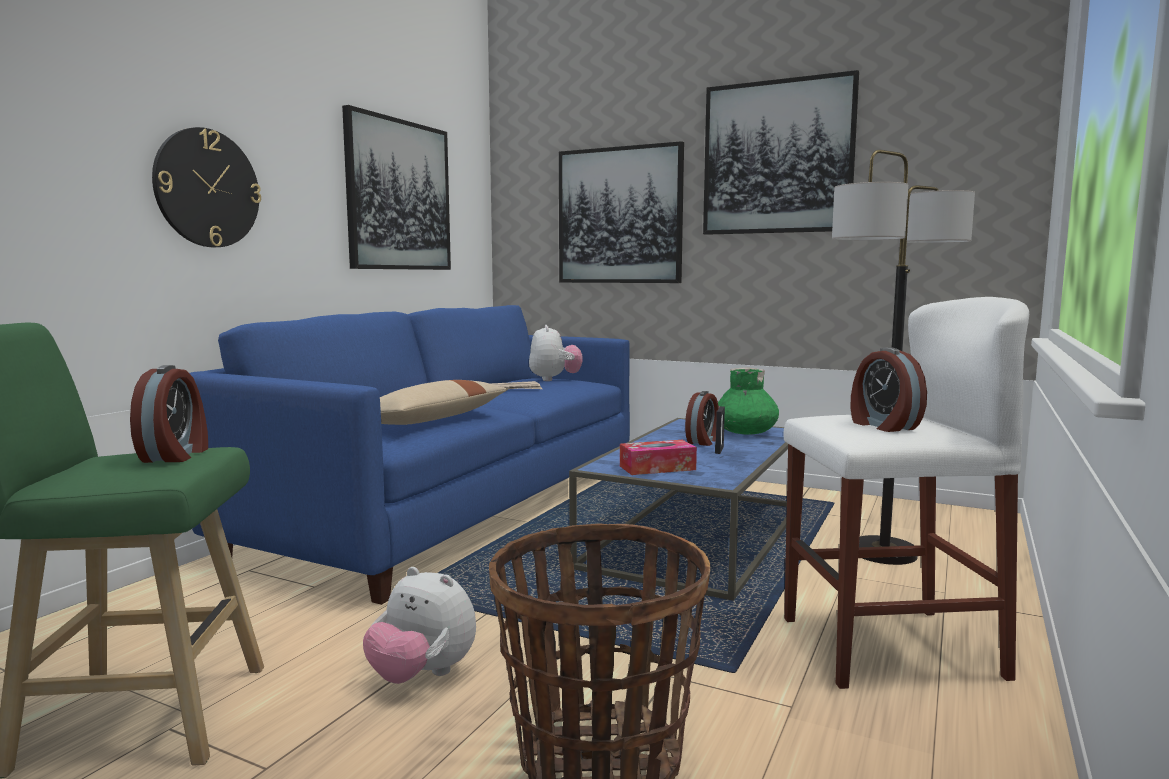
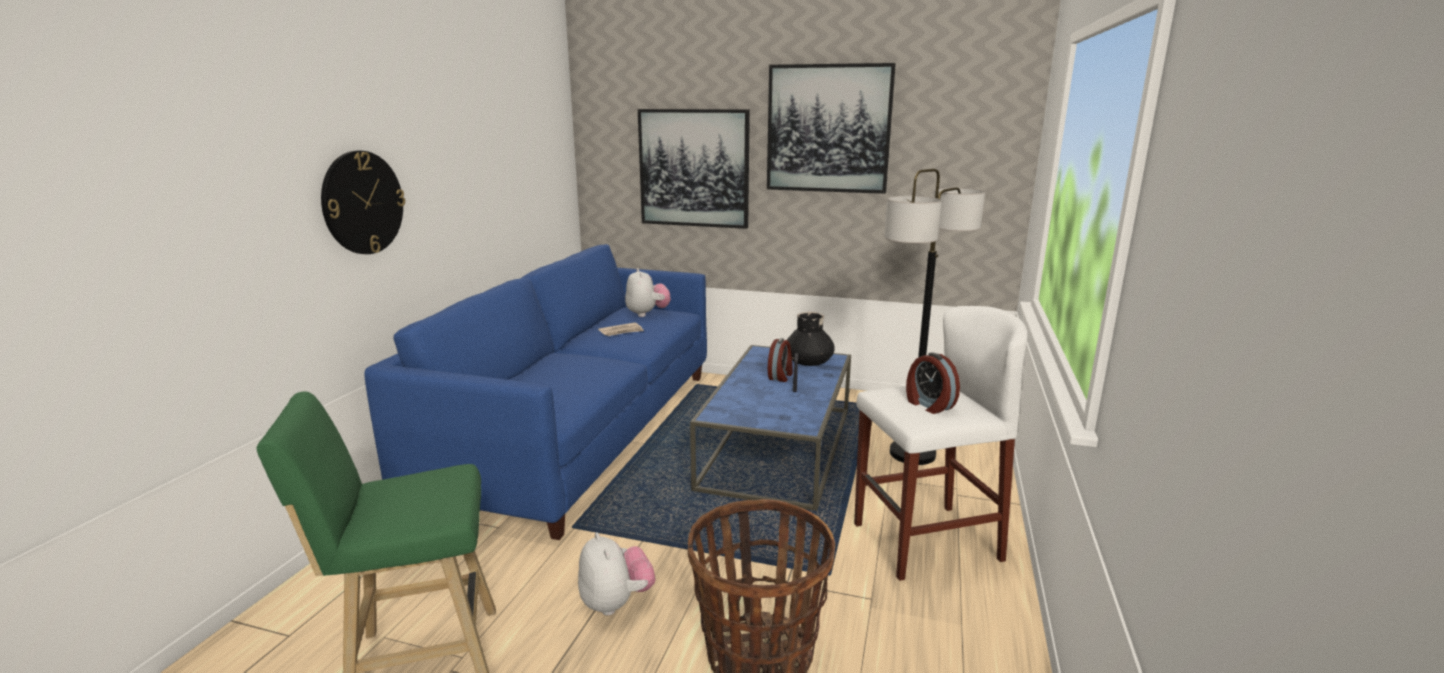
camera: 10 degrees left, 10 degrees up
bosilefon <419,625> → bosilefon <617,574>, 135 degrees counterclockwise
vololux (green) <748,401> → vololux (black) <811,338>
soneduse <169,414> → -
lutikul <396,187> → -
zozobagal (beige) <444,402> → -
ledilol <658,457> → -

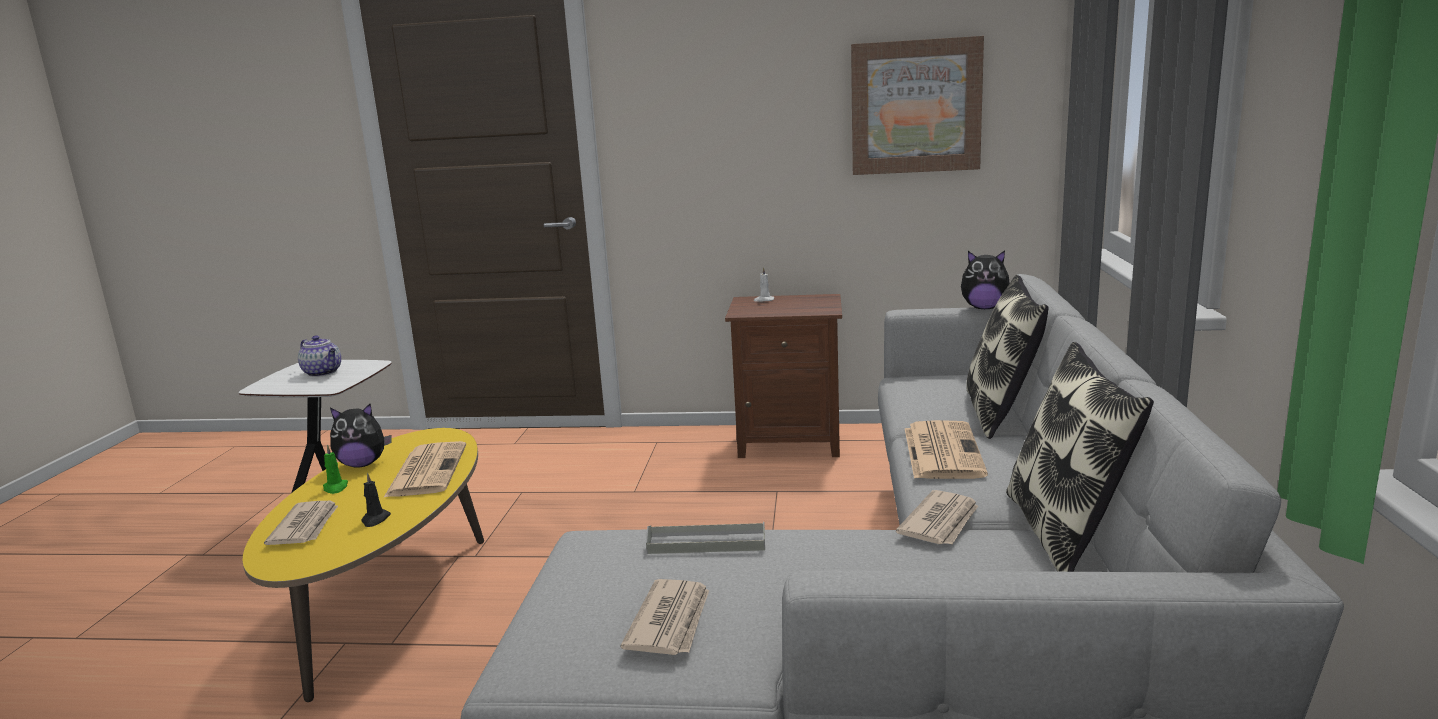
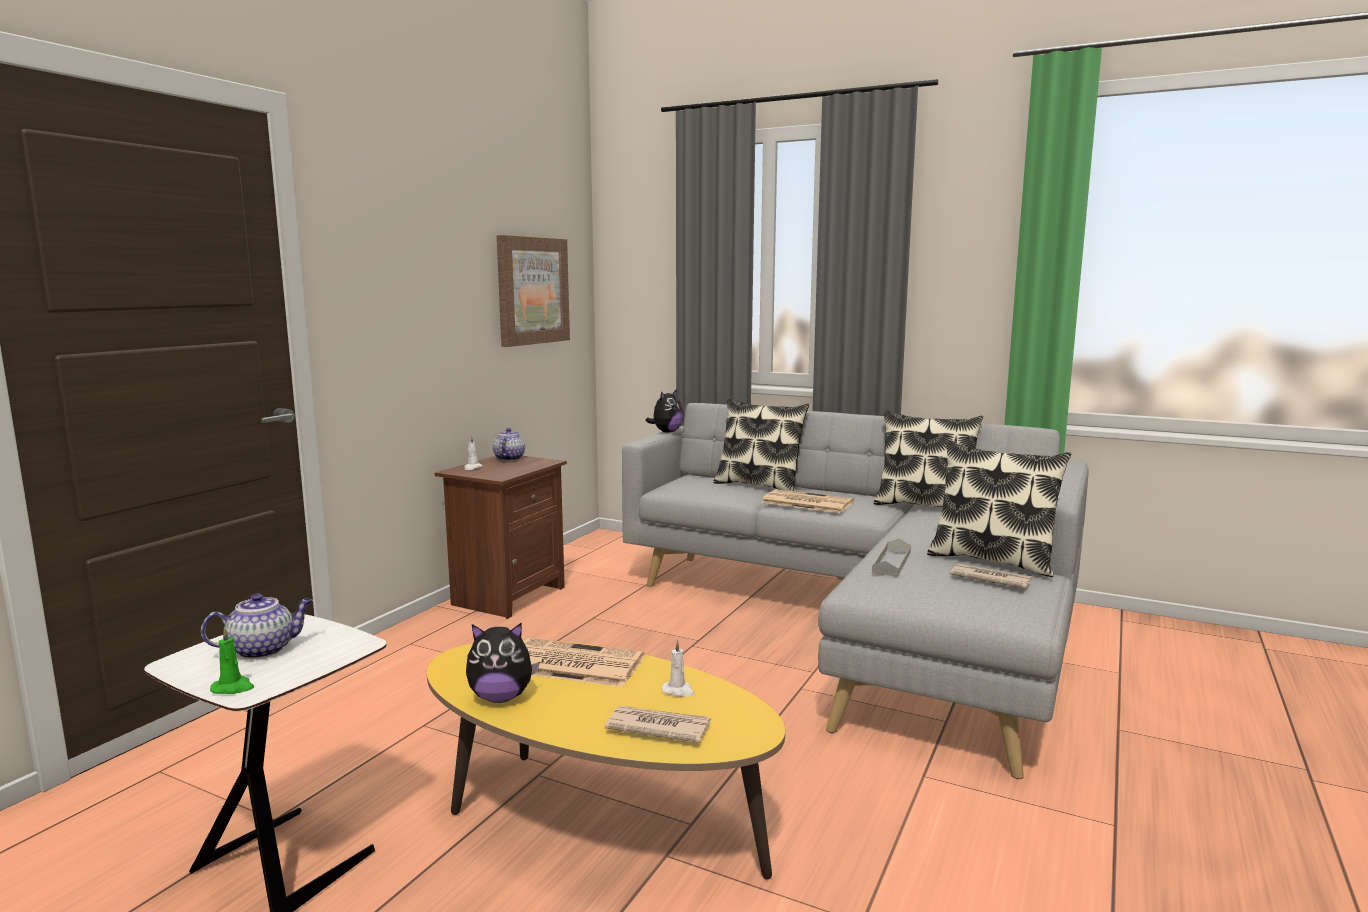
camera: 70 degrees left, 5 degrees down
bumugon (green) <335,469> → bumugon (green) <232,660>, shifted
bosilefon <361,436> → bosilefon <503,663>, 75 degrees clockwise
- → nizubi <509,444>
bumugon (black) <376,500> → bumugon (white) <678,668>
- → zozobagal <999,508>
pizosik <937,517> → -

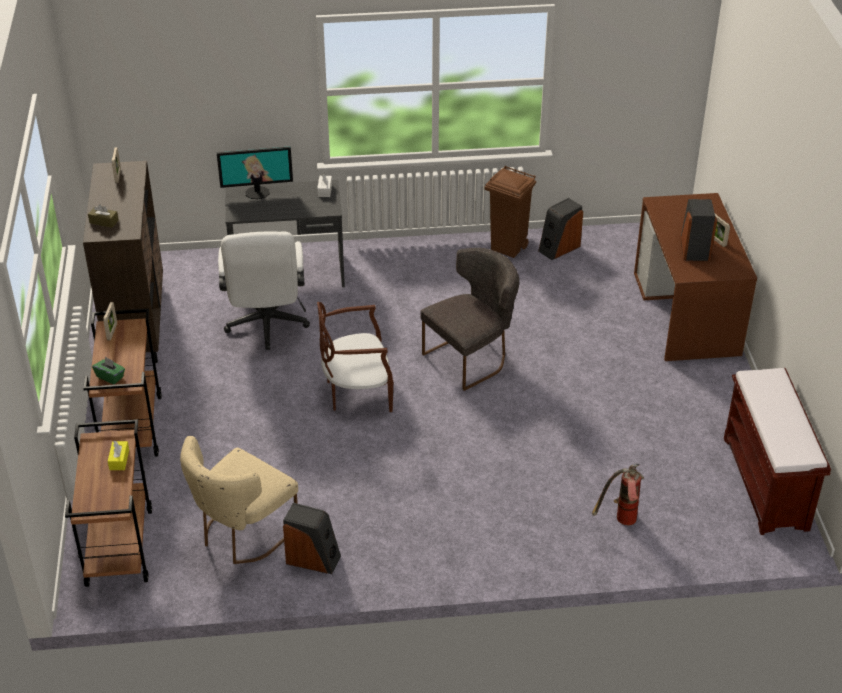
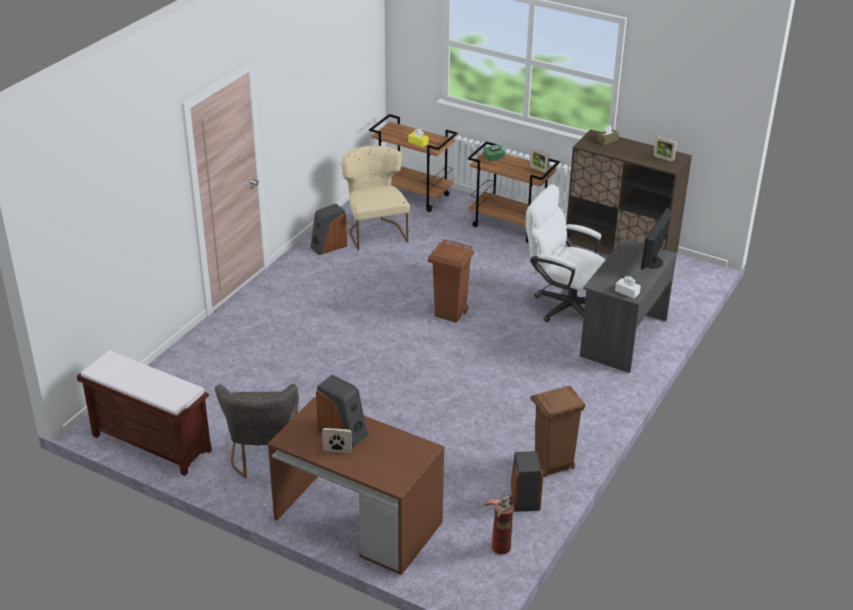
camera: 125 degrees right, 5 degrees down
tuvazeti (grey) <469,319> → tuvazeti (grey) <257,431>, shifted
tuvazeti (brown) <355,357> → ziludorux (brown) <451,281>
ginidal <618,494> → ginidal <498,524>, shifted

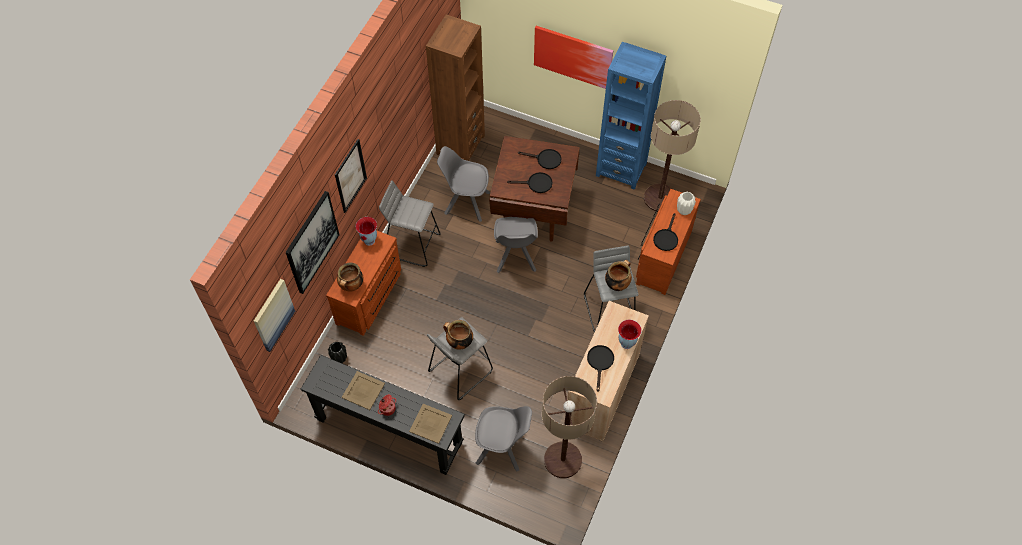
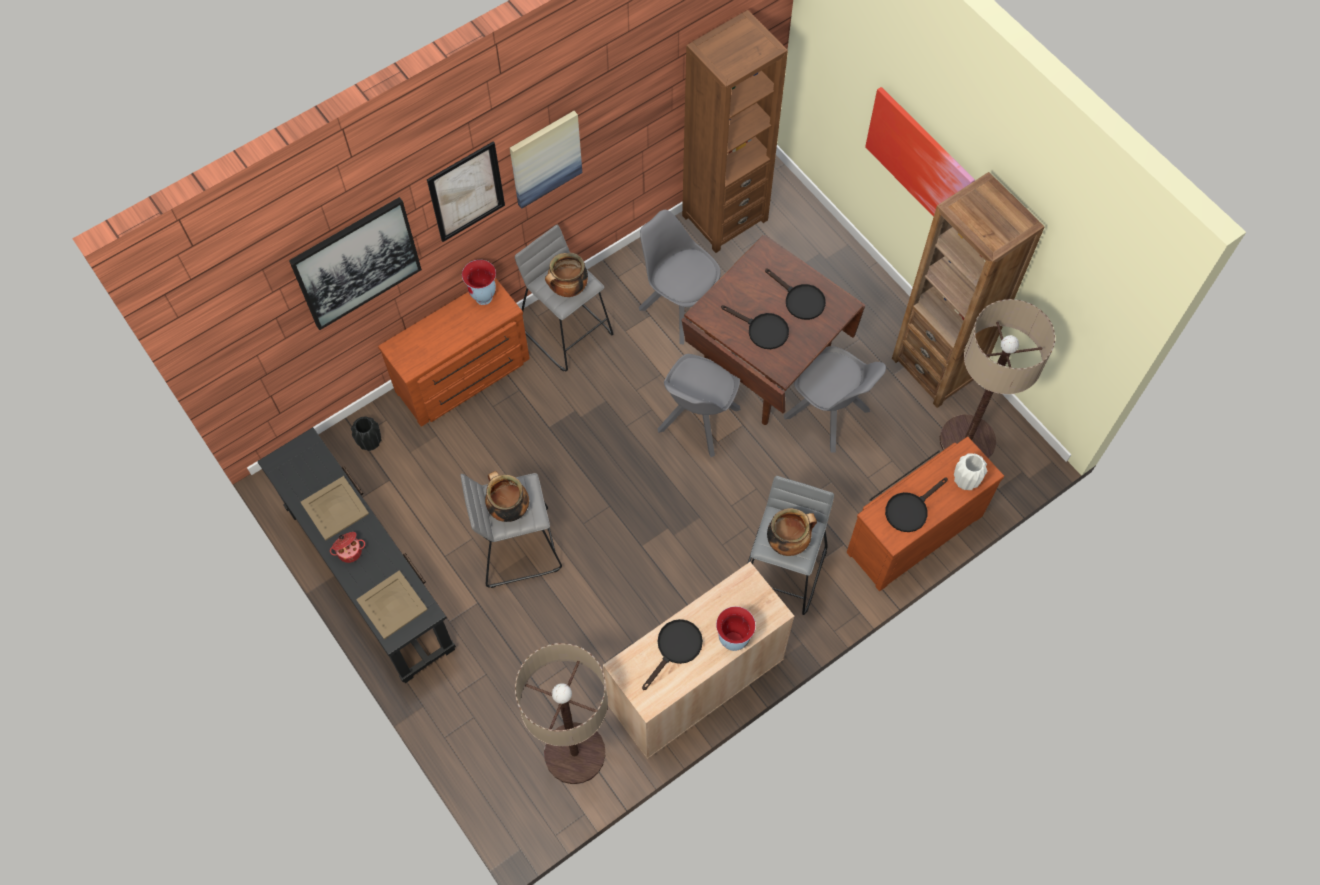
camera: 30 degrees right, 5 degrees up
lutikul <274,315> → lutikul <546,160>, shifted
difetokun <350,277> → difetokun <566,275>, shifted
tuvazeti (grey) <503,439> → tuvazeti (grey) <835,399>, shifted
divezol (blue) <631,116> → divezol (brown) <968,290>

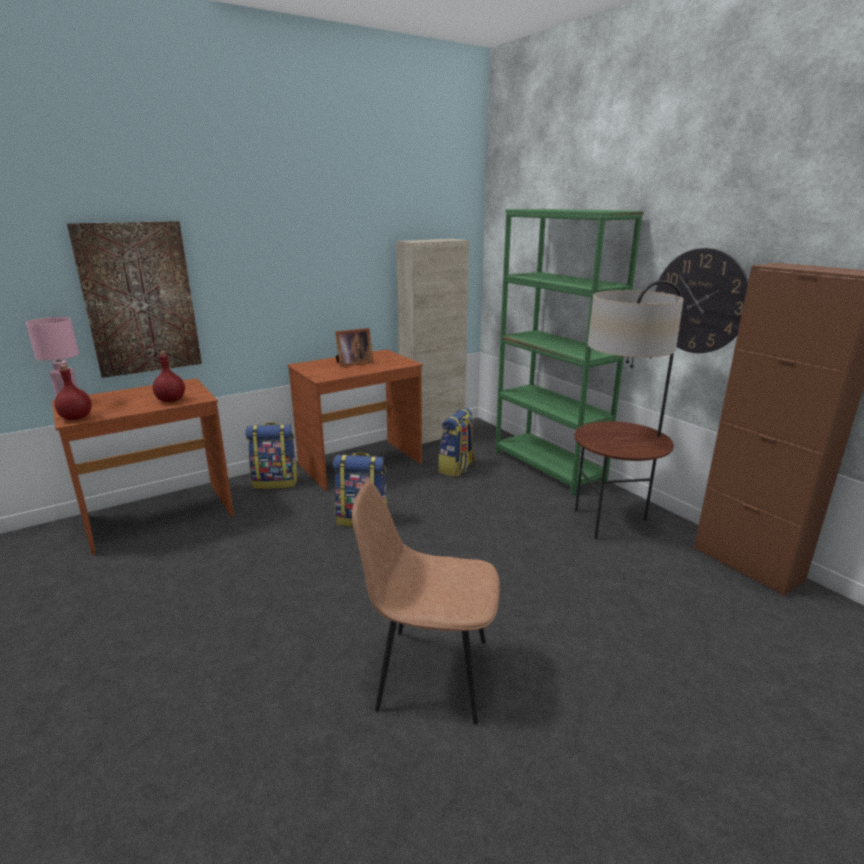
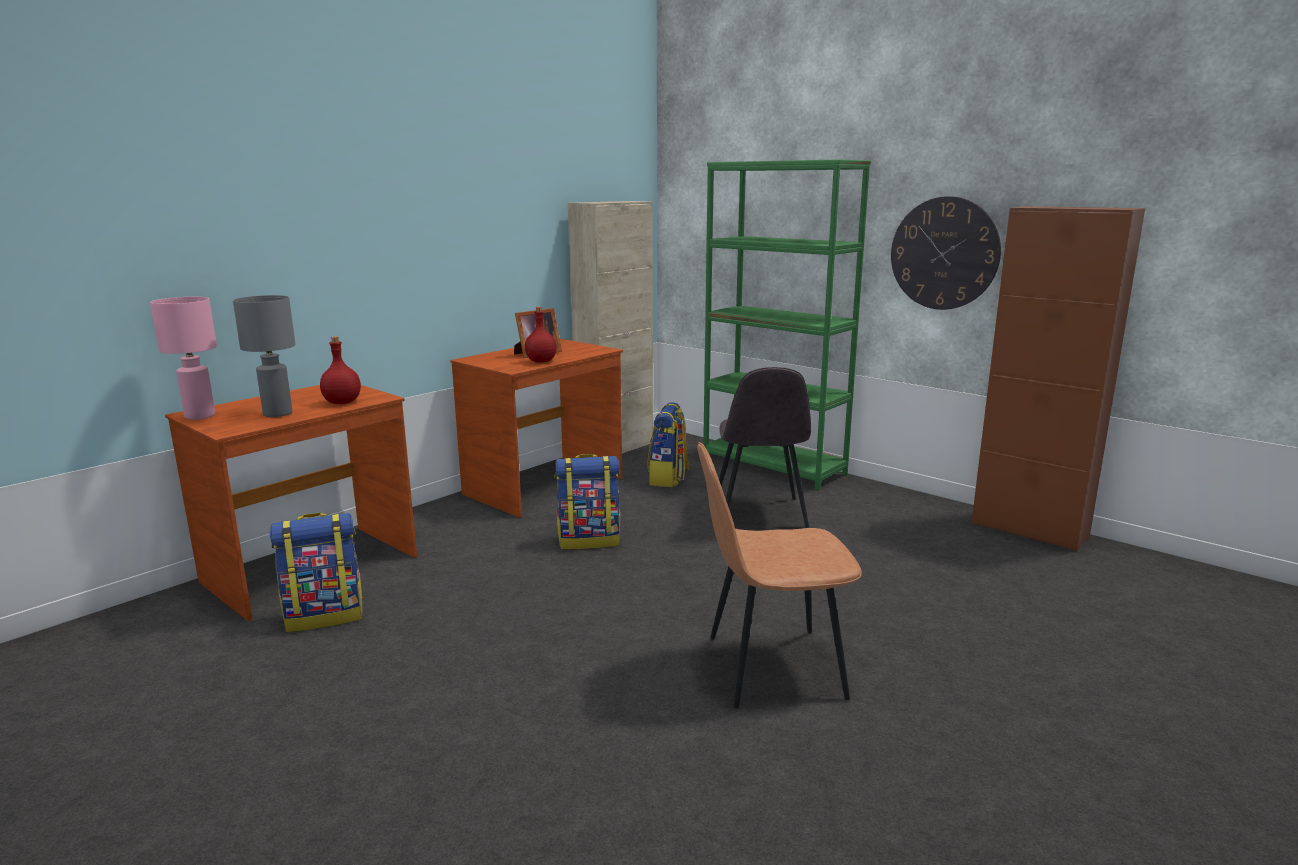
camera: 15 degrees left, 5 degrees down
- → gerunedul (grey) <264,356>
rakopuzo <271,456> → rakopuzo <316,572>, shifted
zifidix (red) <73,392> → zifidix (red) <541,335>, shifted
- → tuvazeti (grey) <765,447>
lutikul <134,299> → -
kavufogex <629,409> → -

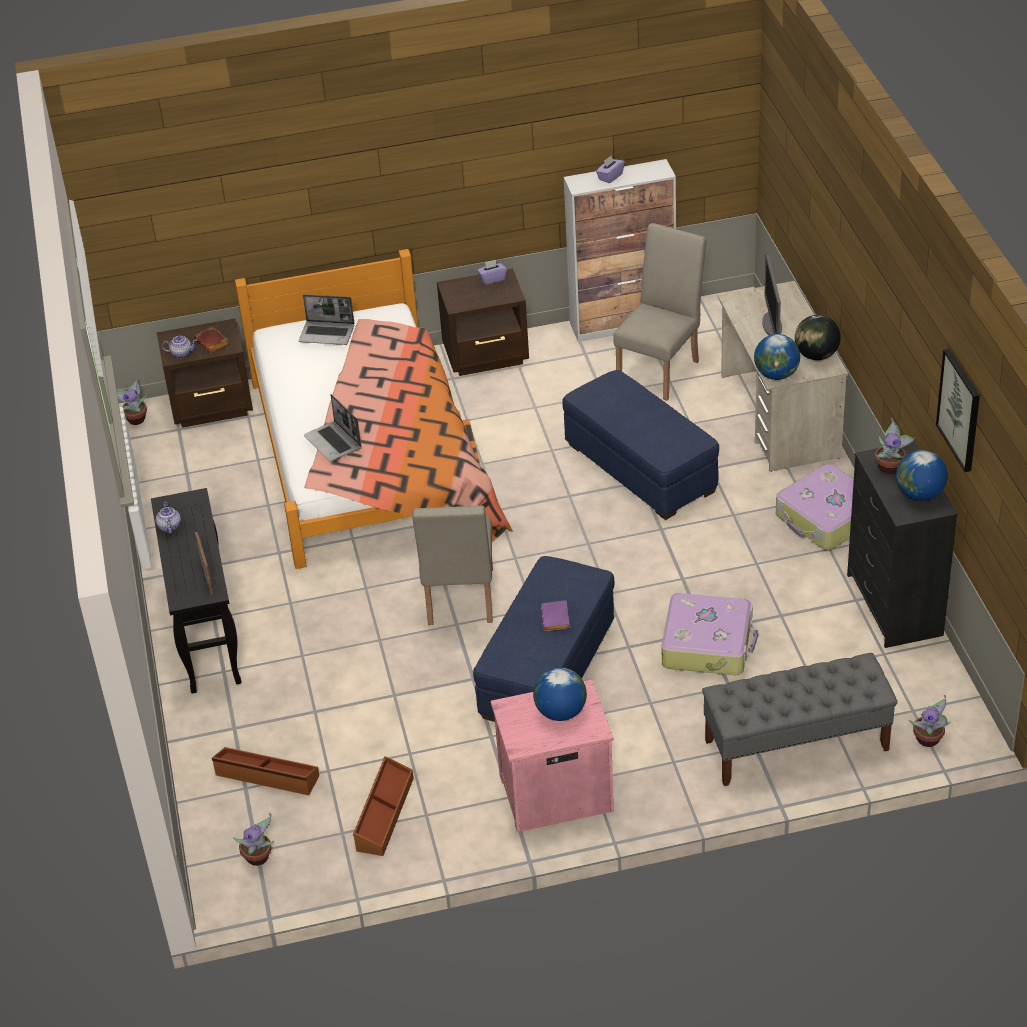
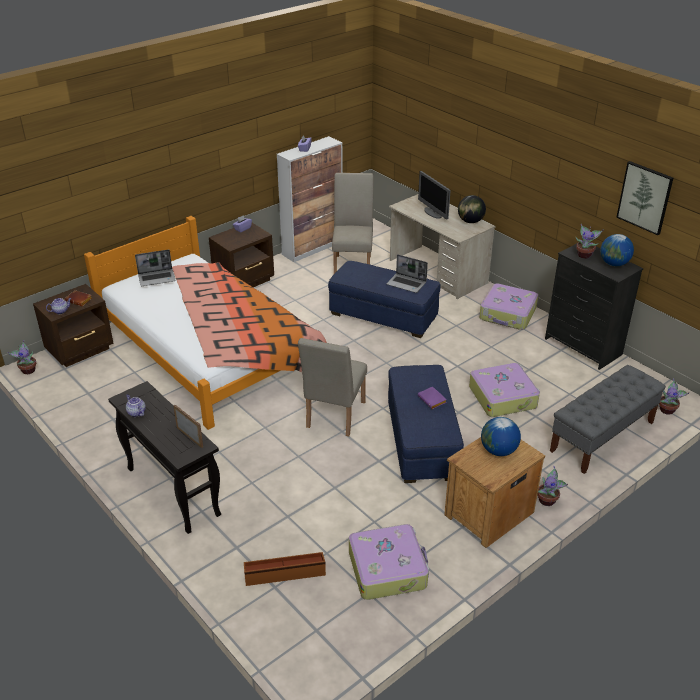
camera: 30 degrees left, 5 degrees down
tuvazeti (beige) <452,565> → tuvazeti (beige) <332,387>, 45 degrees clockwise
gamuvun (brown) <383,806> → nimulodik <389,562>
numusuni <333,428> → numusuni <407,273>, shifted
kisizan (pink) <552,756> → kisizan (brown) <494,492>
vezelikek <253,839> → vezelikek <552,486>, shifted
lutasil <777,357> → -

